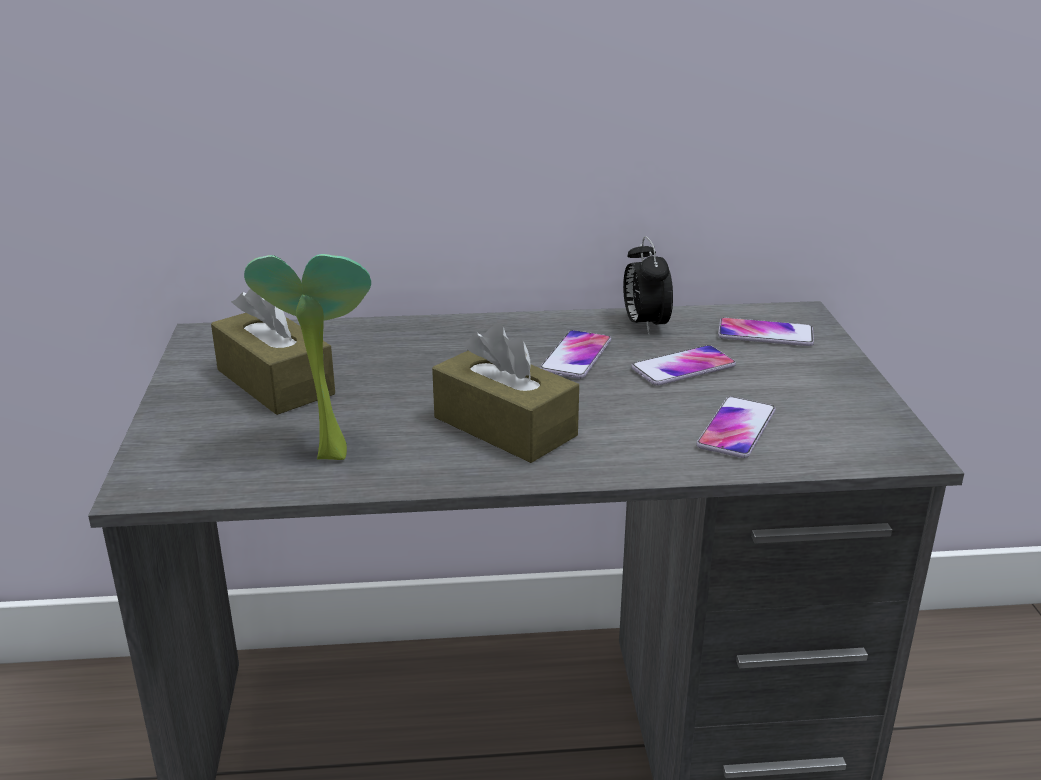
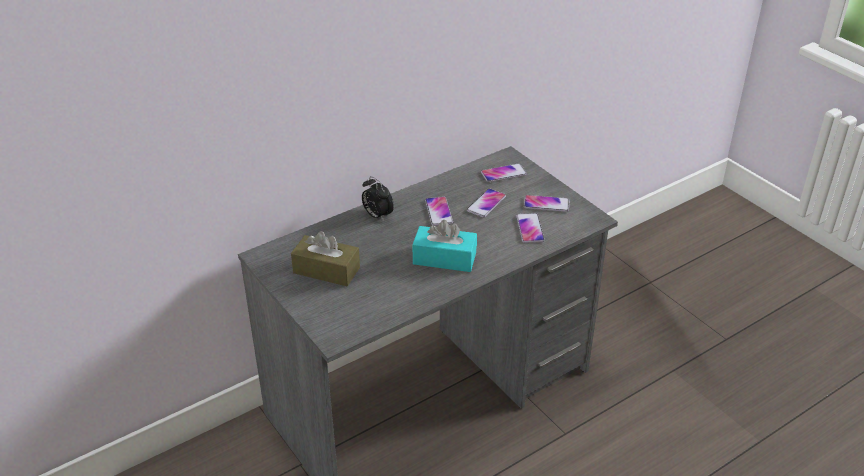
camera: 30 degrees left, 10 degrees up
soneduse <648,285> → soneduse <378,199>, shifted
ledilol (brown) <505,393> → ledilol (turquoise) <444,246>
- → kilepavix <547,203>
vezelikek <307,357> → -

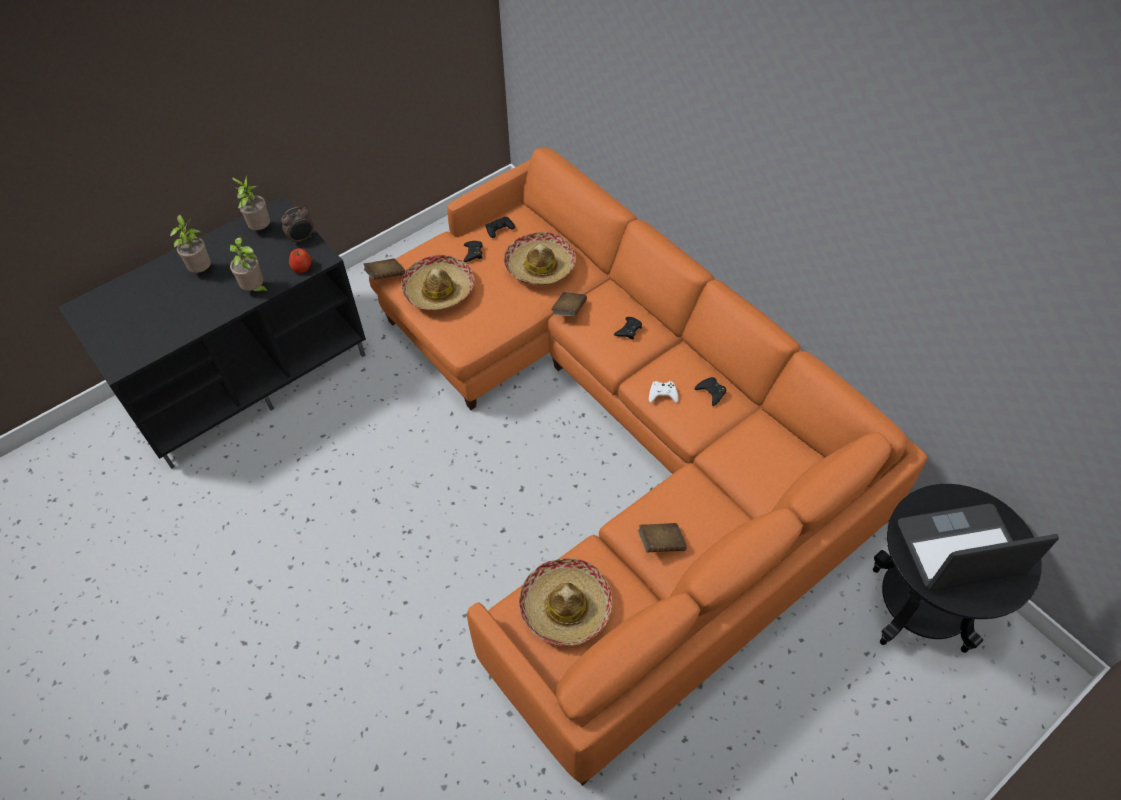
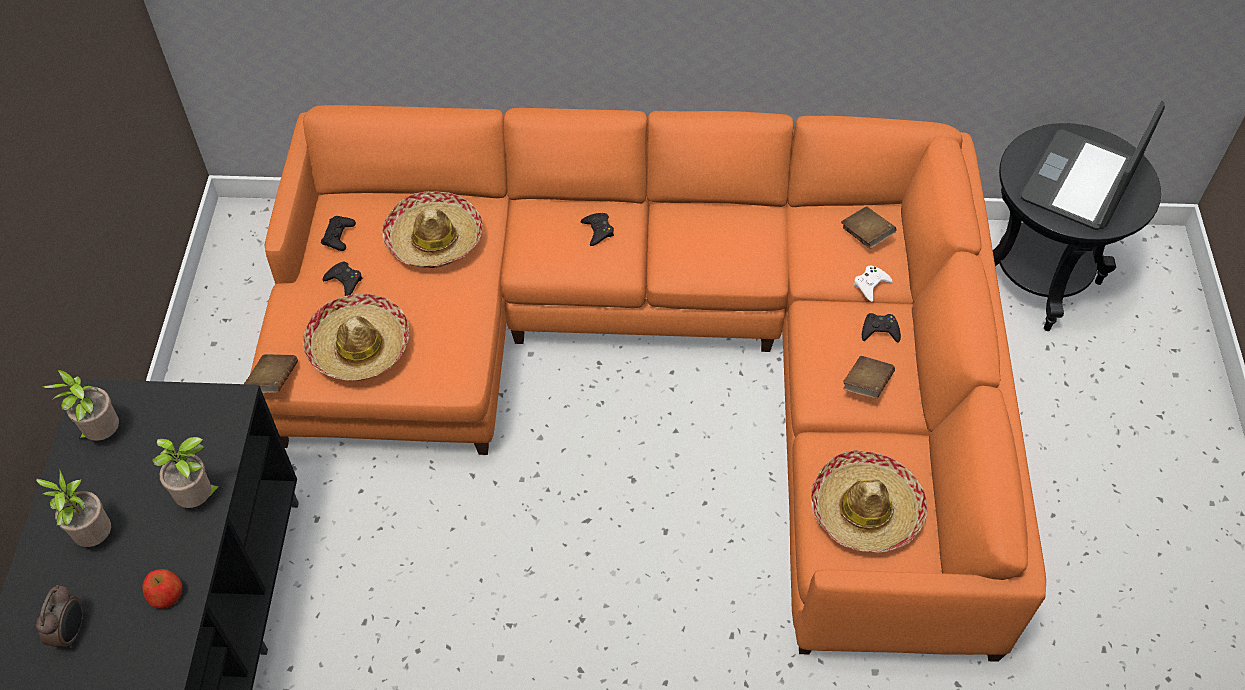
camera: 50 degrees left, 0 degrees up
soneduse <297,225> → soneduse <59,616>, shifted
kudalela <300,260> → kudalela <162,589>, shifted
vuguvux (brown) <569,304> → vuguvux (brown) <869,228>, shifted
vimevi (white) <663,392> → vimevi (white) <873,284>, shifted
vimevi (black) <710,391> → vimevi (black) <881,328>, shifted

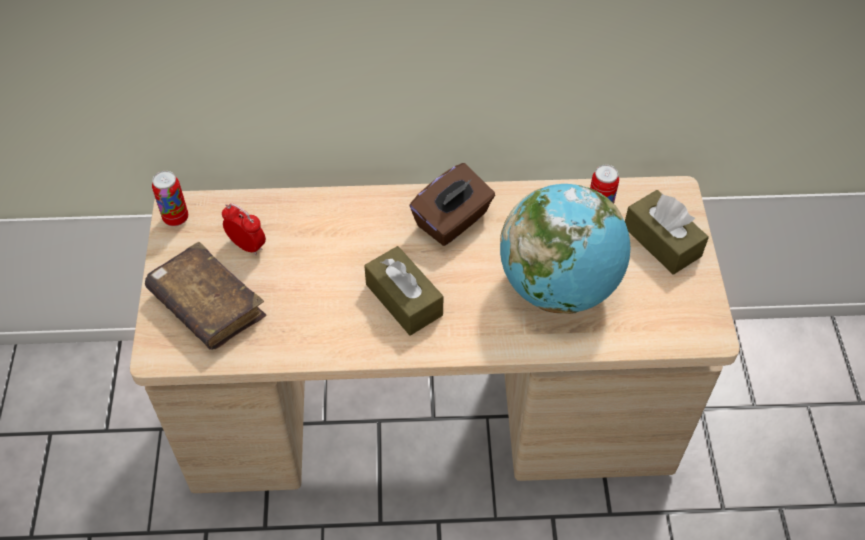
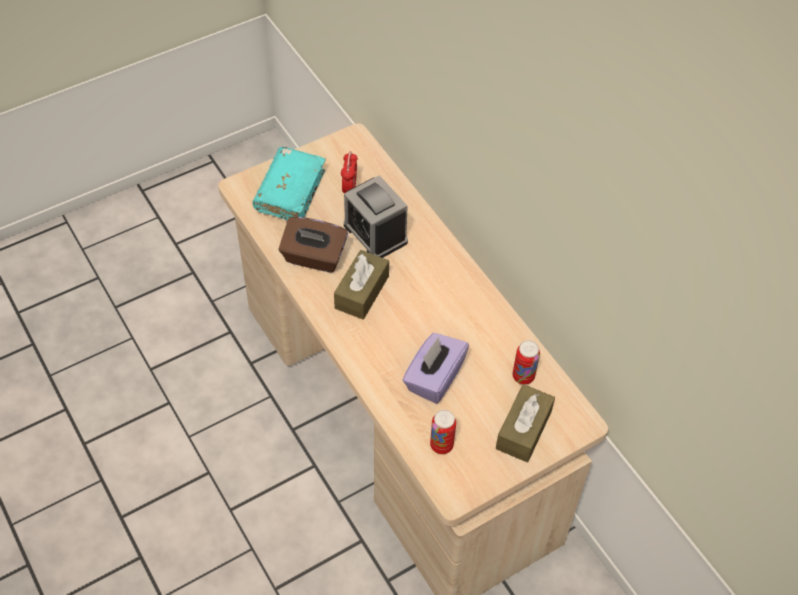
camera: 60 degrees right, 0 degrees up
vuguvux (brown) <205,296> → vuguvux (turquoise) <289,184>
ledilol (brown) <452,204> → ledilol (brown) <313,245>, shifted
- → soneduse <376,216>
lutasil <565,249> → ledilol (purple) <435,368>
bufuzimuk <170,198> → bufuzimuk <443,432>, shifted

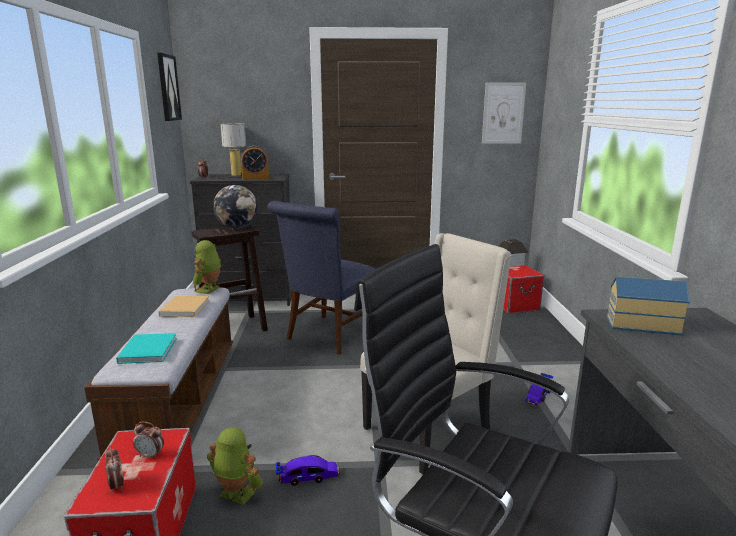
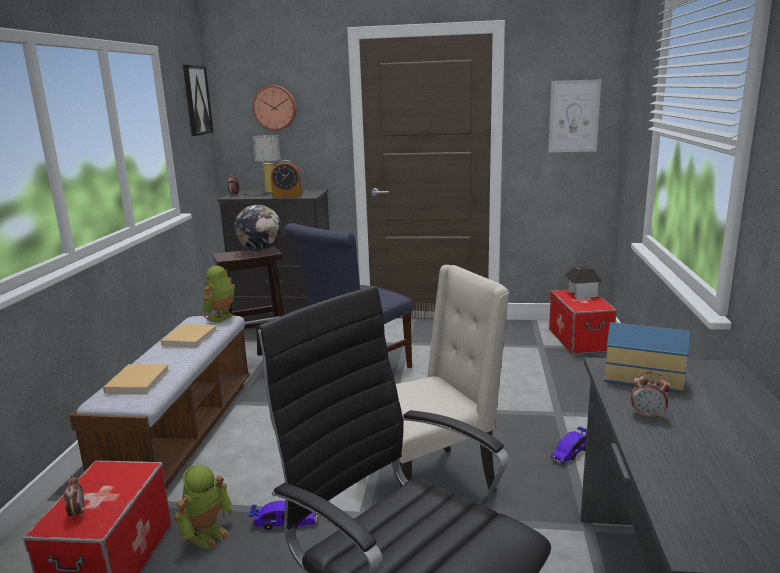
camera: 10 degrees right, 0 degrees up
vuguvux (turquoise) <146,348> → vuguvux (beige) <136,379>
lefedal <235,466> → lefedal <203,507>, 90 degrees clockwise
- → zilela <274,108>
soneduse <148,440> → soneduse <651,396>, shifted

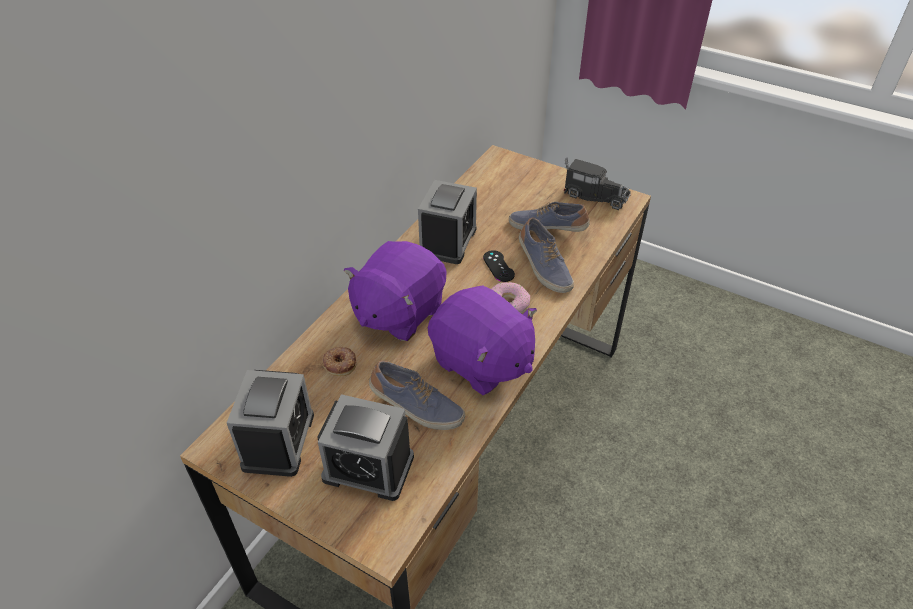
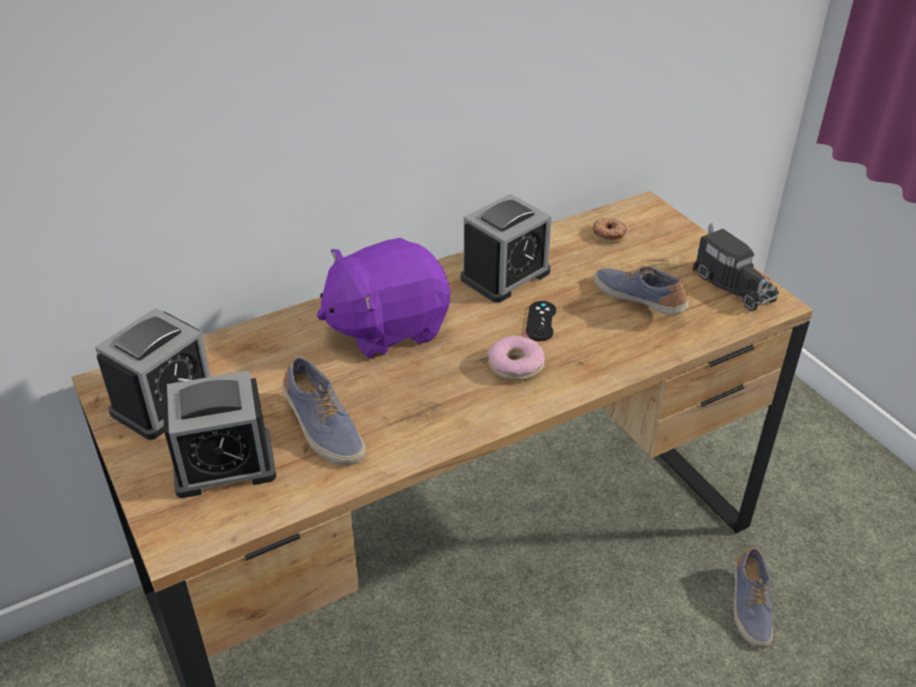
camera: 30 degrees right, 5 degrees down
soneduse <366,447> → soneduse <219,434>, 60 degrees counterclockwise
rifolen <339,361> → rifolen <609,230>, shifted
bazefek <546,255> → bazefek <753,597>, shifted
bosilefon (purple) <482,340> → -

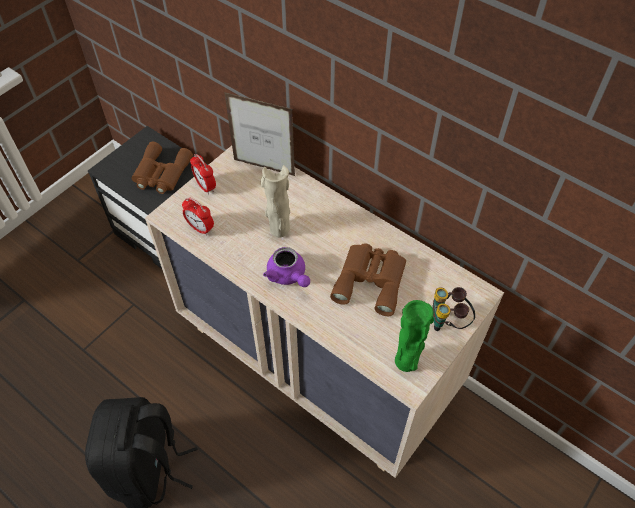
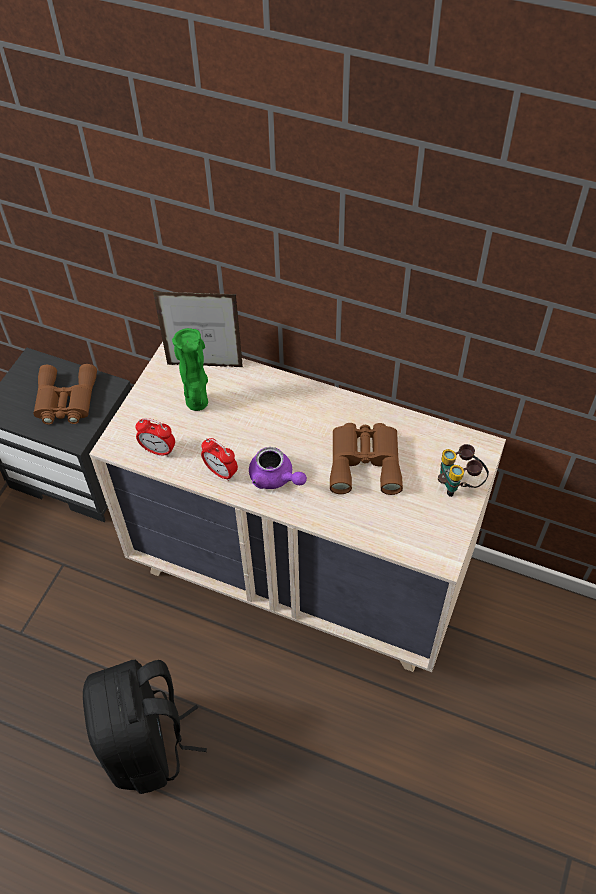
camera: 15 degrees left, 0 degrees up
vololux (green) <414,336> → vololux (green) <190,369>, shifted
soneduse <203,174> → soneduse <219,459>, shifted
vololux (beige) <275,201> → -

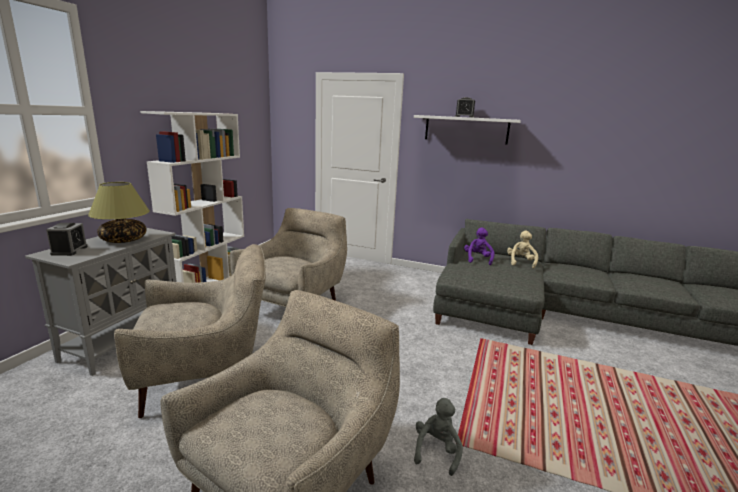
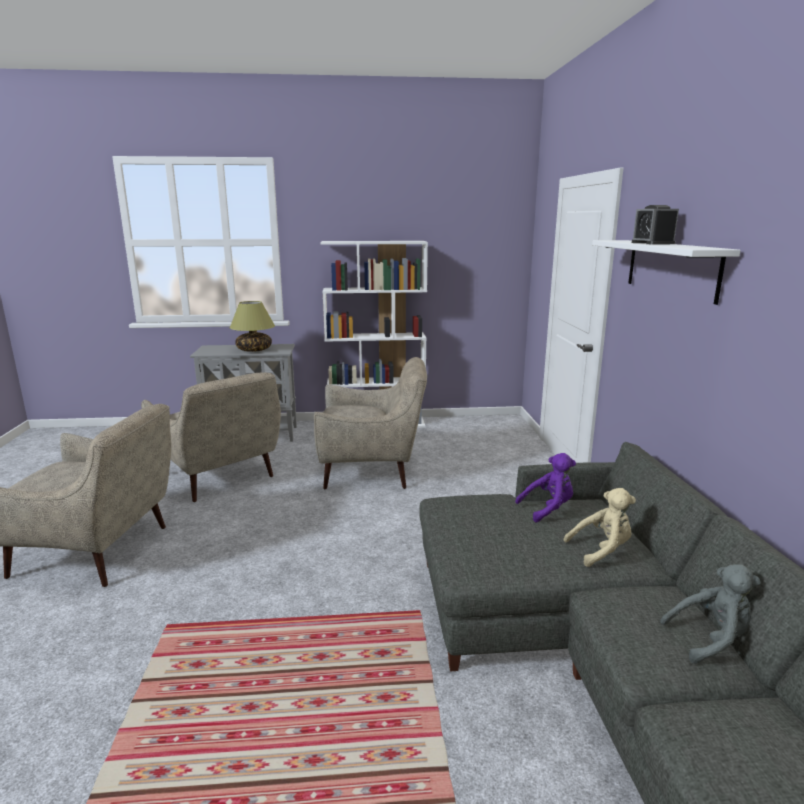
camera: 65 degrees right, 0 degrees up
bosilefon (grey) <438,437> → bosilefon (grey) <710,614>, shifted
soneduse <67,239> → -

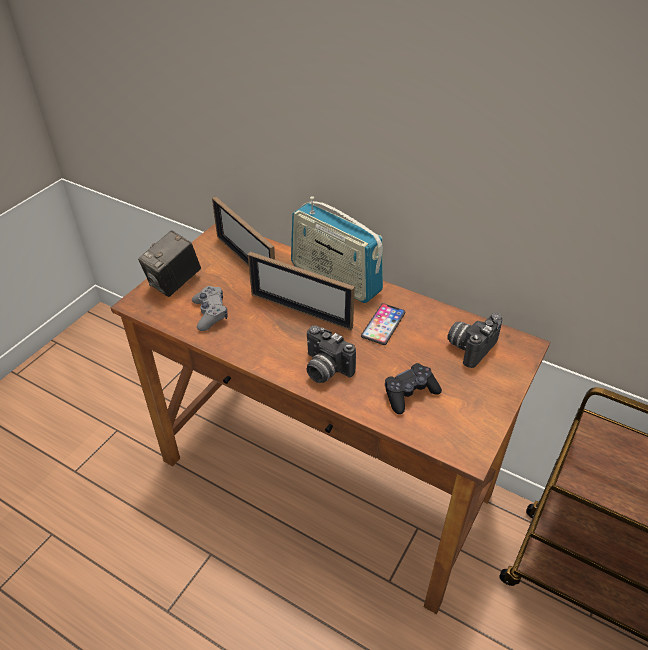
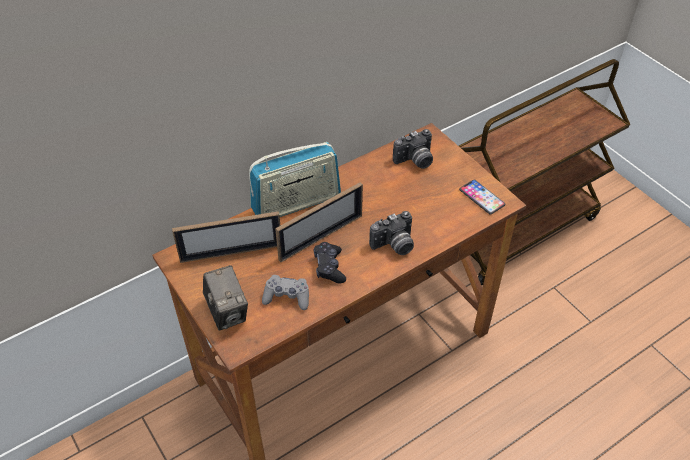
camera: 65 degrees left, 5 degrees up
vimevi (black) <413,388> → vimevi (black) <329,263>, shifted
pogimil <474,340> → pogimil <413,149>, 90 degrees counterclockwise
kilepavix <383,324> → kilepavix <482,197>, shifted

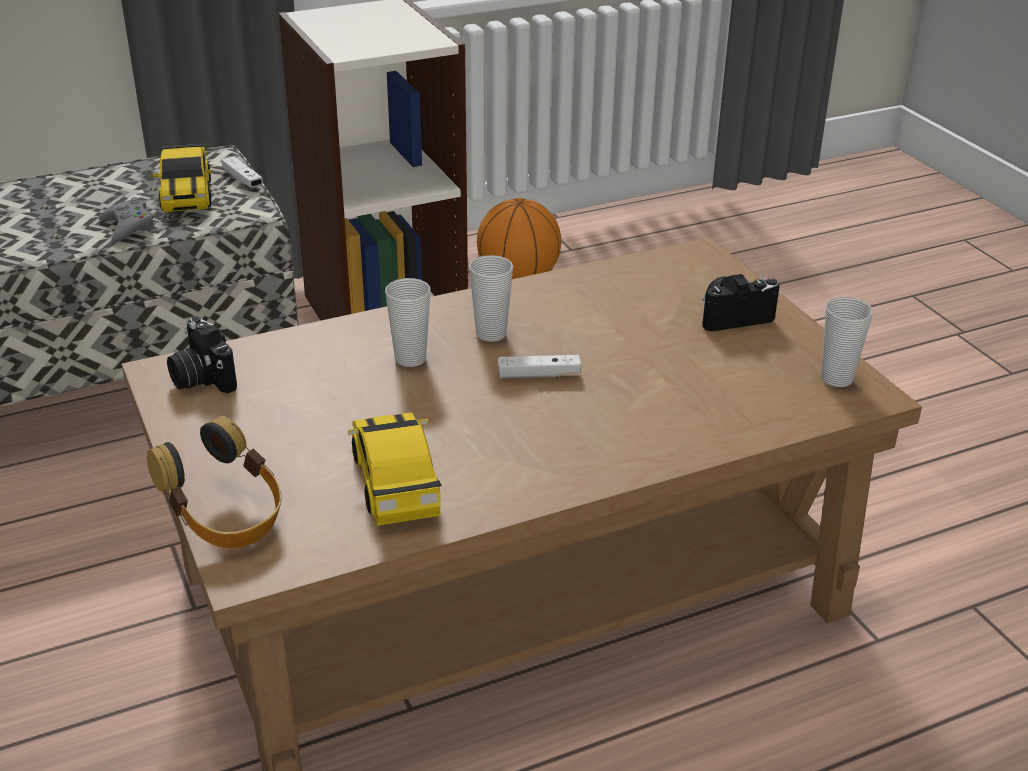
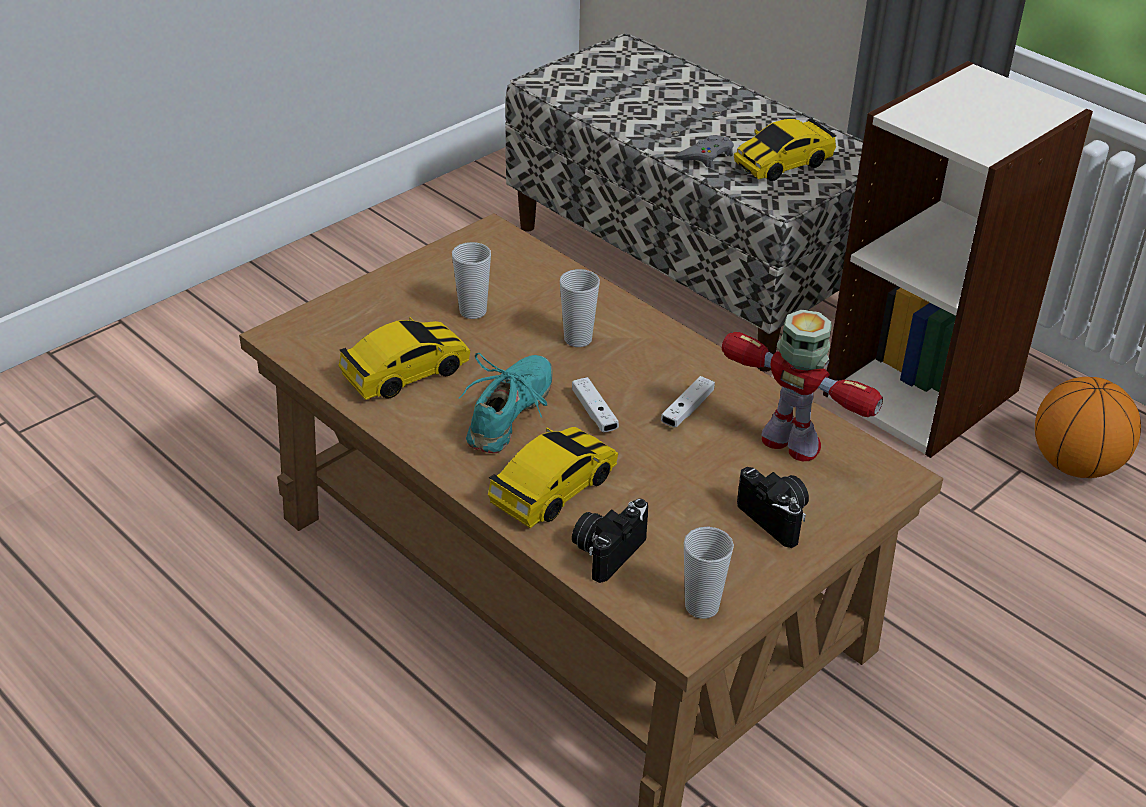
camera: 70 degrees right, 5 degrees up
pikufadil <491,298> → pikufadil <471,280>, shifted
- → bazefek (turquoise) <506,403>
- → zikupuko <553,477>
pogimil <202,354> → pogimil <610,540>, shifted
vimevi (white) <242,172> → vimevi (white) <688,401>, shifted
- → lefedal <802,385>
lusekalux <214,482> → -

